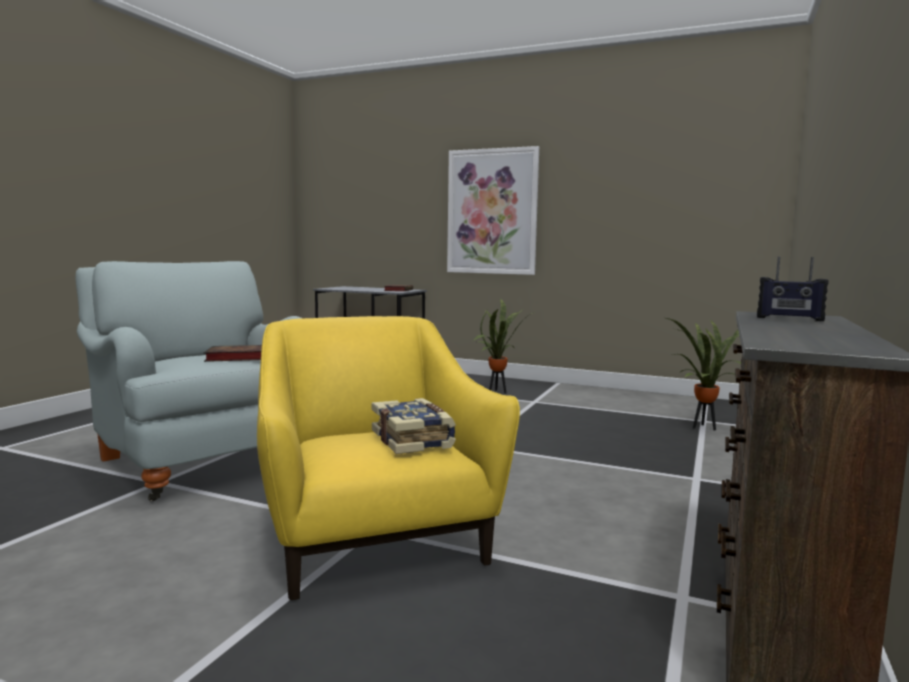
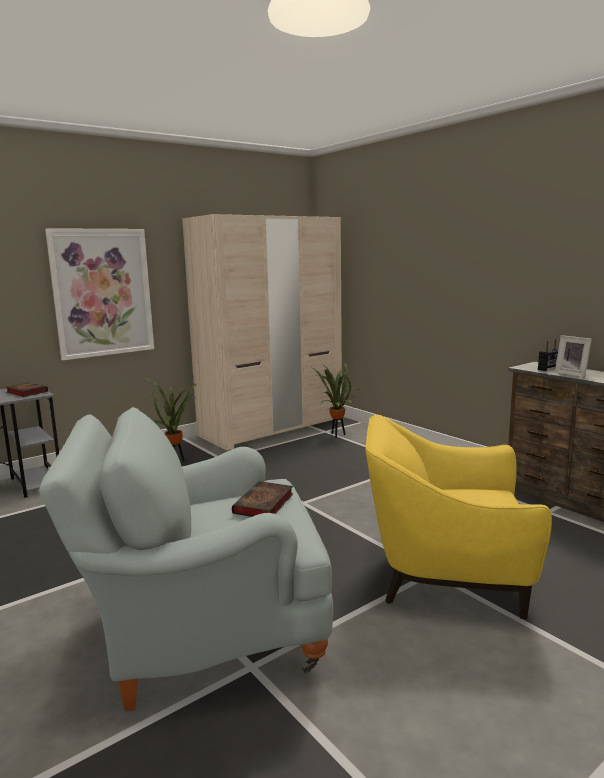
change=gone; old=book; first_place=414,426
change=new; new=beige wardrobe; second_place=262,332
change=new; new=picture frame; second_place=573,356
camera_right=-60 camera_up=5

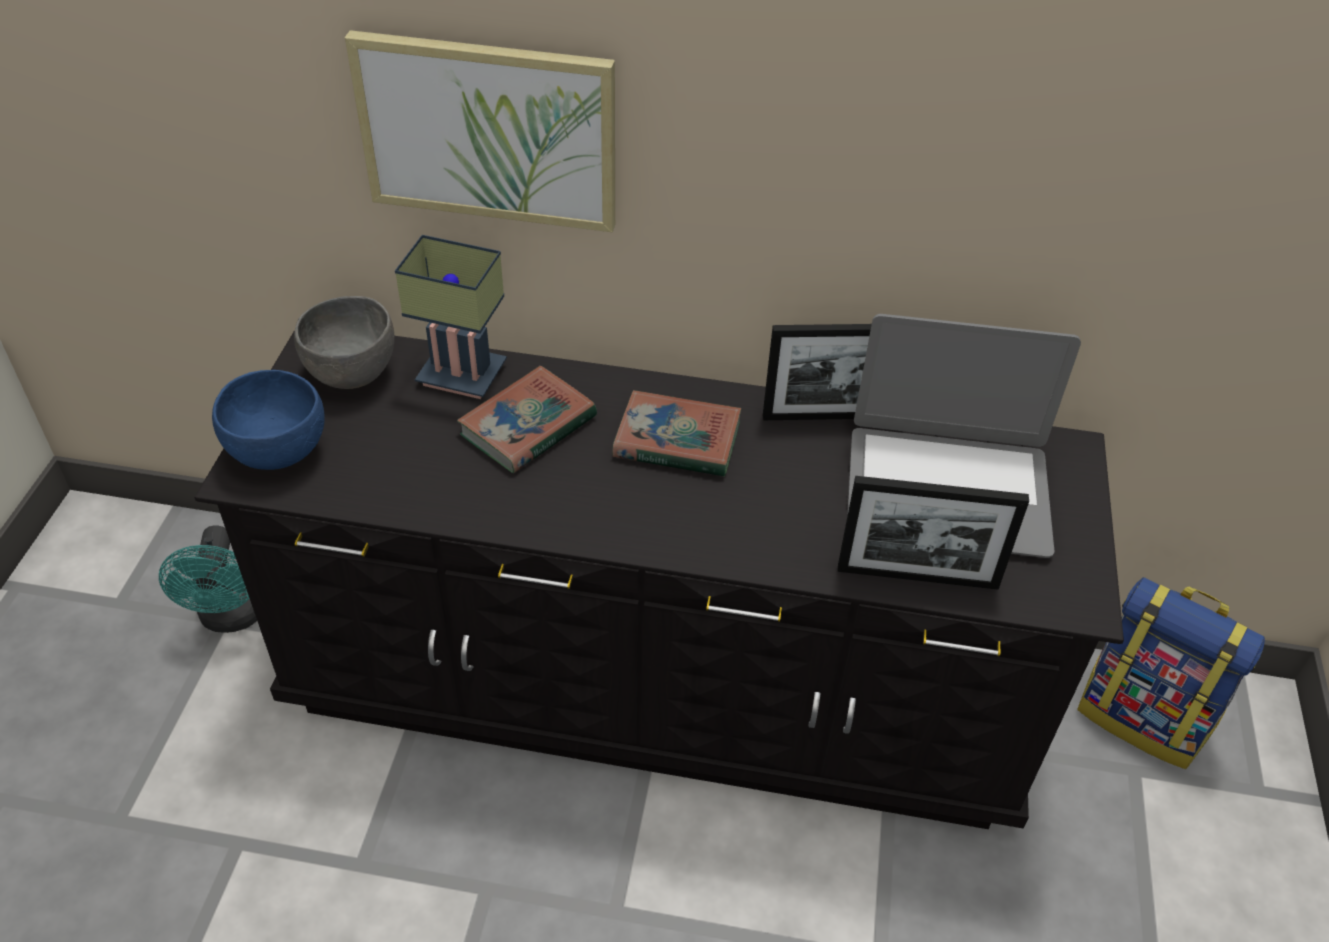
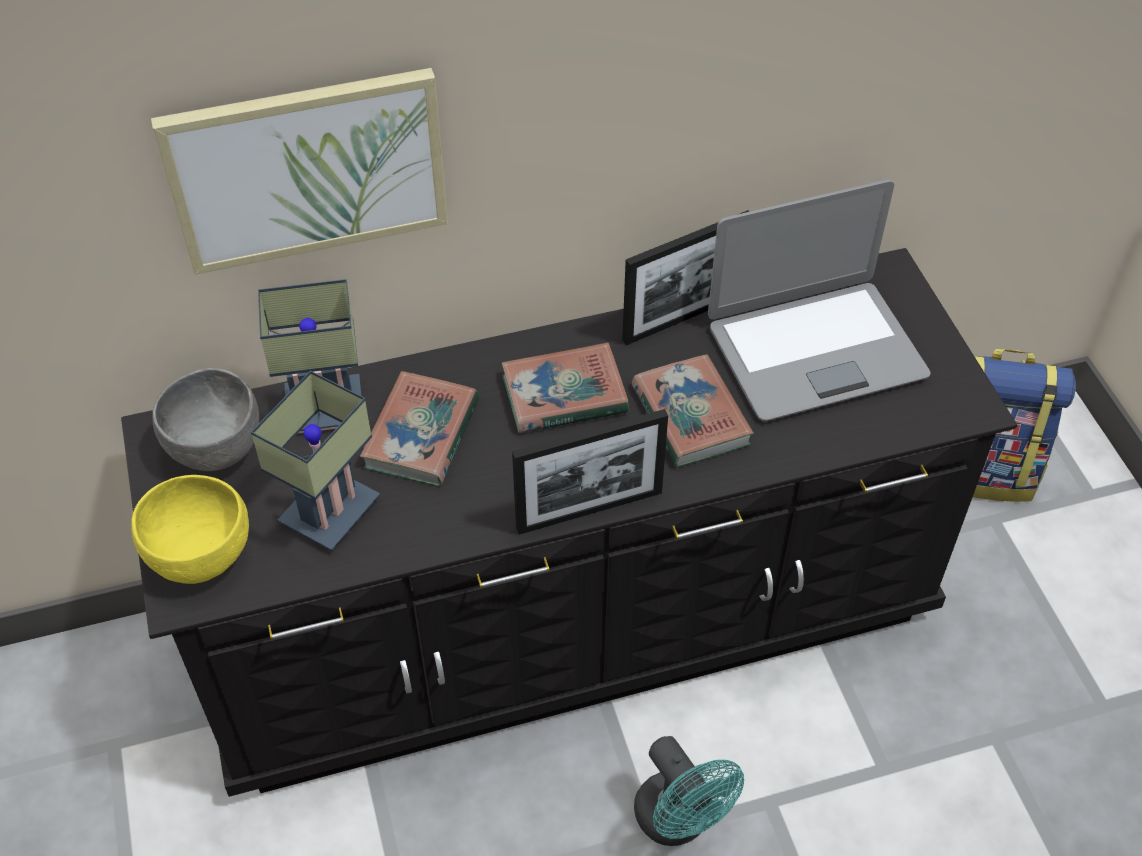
change=repainted; old=blue bowl; new=yellow bowl; first_place=268,420; second_place=190,529
change=shifted; old=picture frame; first_place=933,533; second_place=590,472
change=shifted; old=turquoise fan; first_place=208,579; second_place=689,791
change=new; new=book; second_place=693,410
change=new; new=table lamp; second_place=315,461
camera_right=-25 camera_up=5

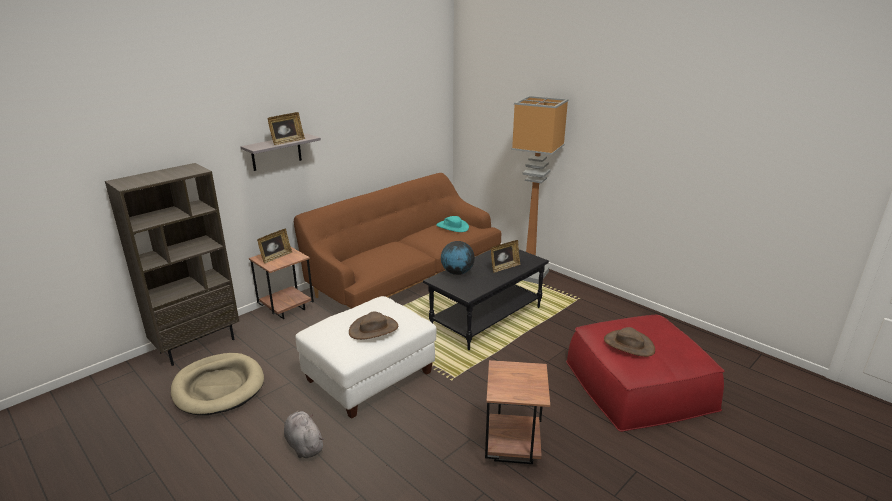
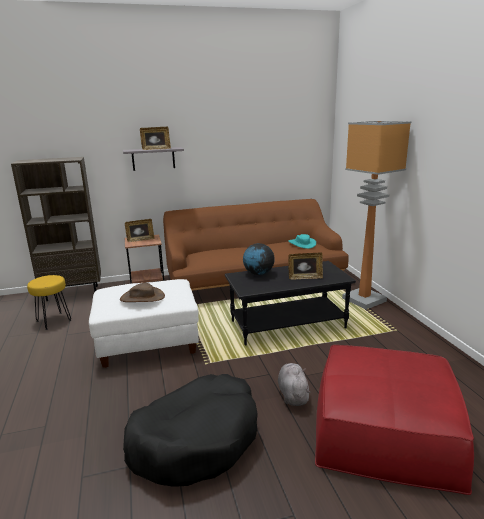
change=gone; old=brown hat; first_place=629,342
change=swapped; old=beige dog bed; new=yellow stool; first_place=217,384; second_place=49,302
change=swapped; old=brown side table; new=black dog bed; first_place=517,412; second_place=190,430
change=shifted; old=grey plush toy; first_place=304,434; second_place=294,384
camera_right=30 camera_up=-5

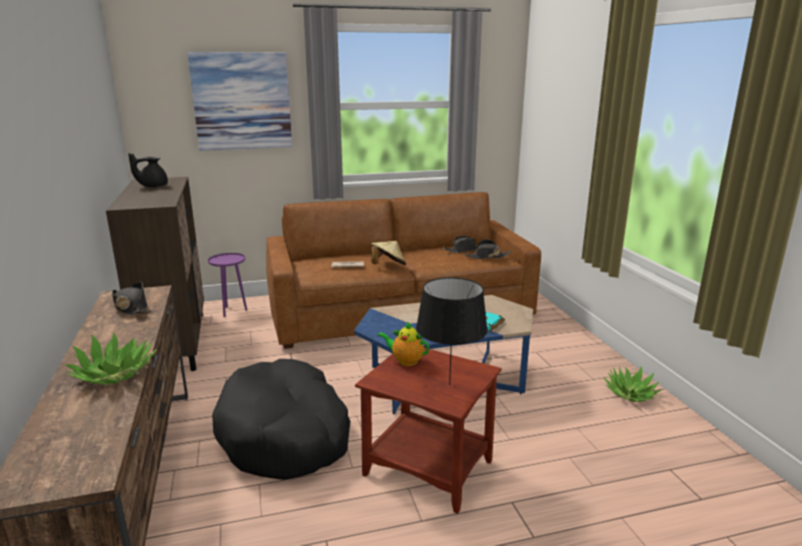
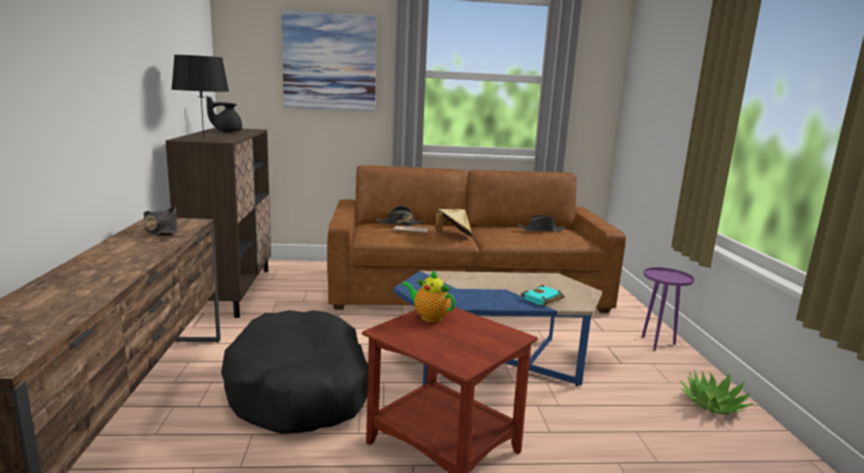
change=shifted; old=black hat; first_place=487,249; second_place=401,216
change=shifted; old=purple side table; first_place=227,285; second_place=668,309
change=shifted; old=black table lamp; first_place=452,331; second_place=200,97
change=gone; old=potted plant; first_place=111,359
camera_right=10 camera_up=-5

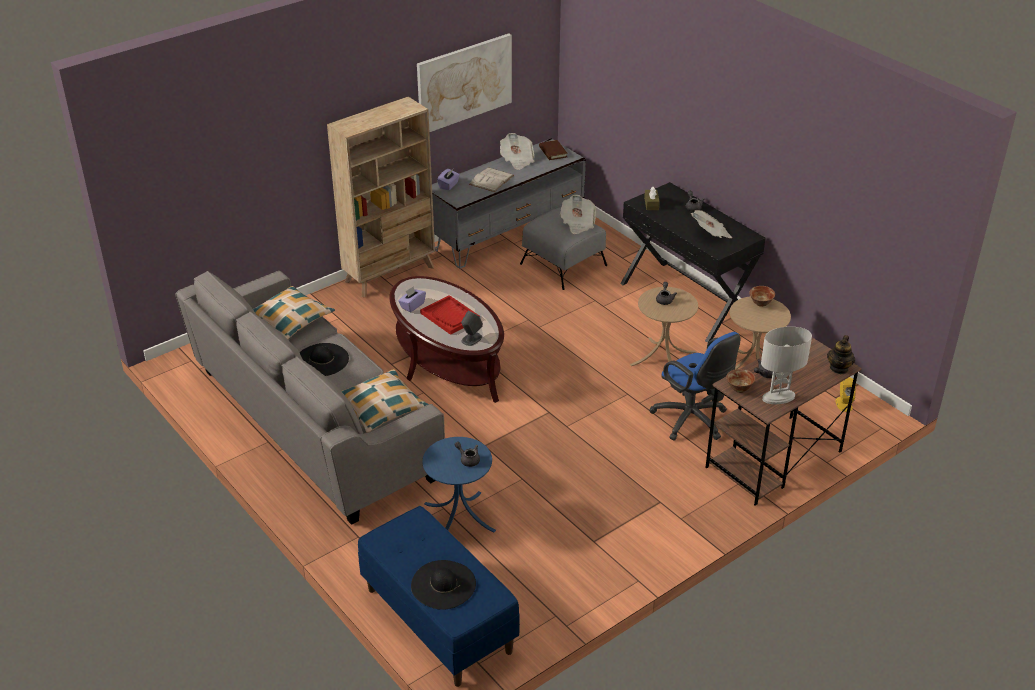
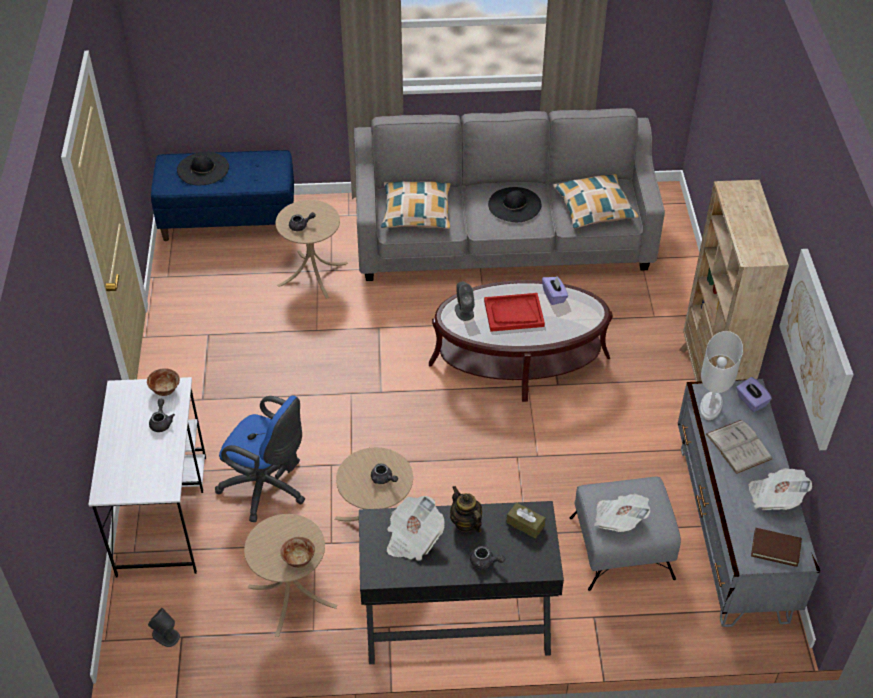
change=shifted; old=white table lamp; first_place=786,365; second_place=721,375
change=rotated; old=blue office chair; first_place=694,386; second_place=260,459; degrees=-150
change=shifted; old=teapot; first_place=841,354; second_place=466,509
change=repainted; old=brown desk; new=white desk; first_place=783,421; second_place=147,477
change=repainted; old=yellow speaker; new=grey speaker; first_place=846,394; second_place=164,627
change=repainted; old=blue side table; new=beige side table; first_place=459,484; second_place=312,249
camera_right=125 camera_up=10

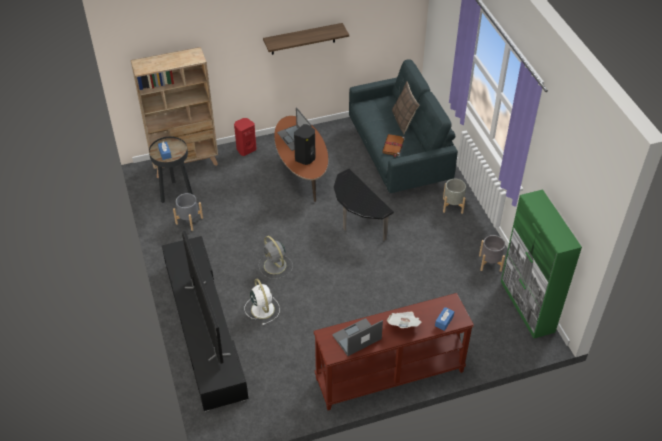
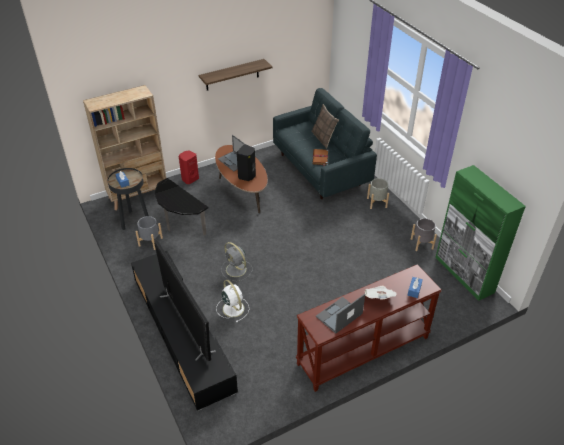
change=shifted; old=side table; first_place=364,205; second_place=181,206
camera_right=-10 camera_up=-5

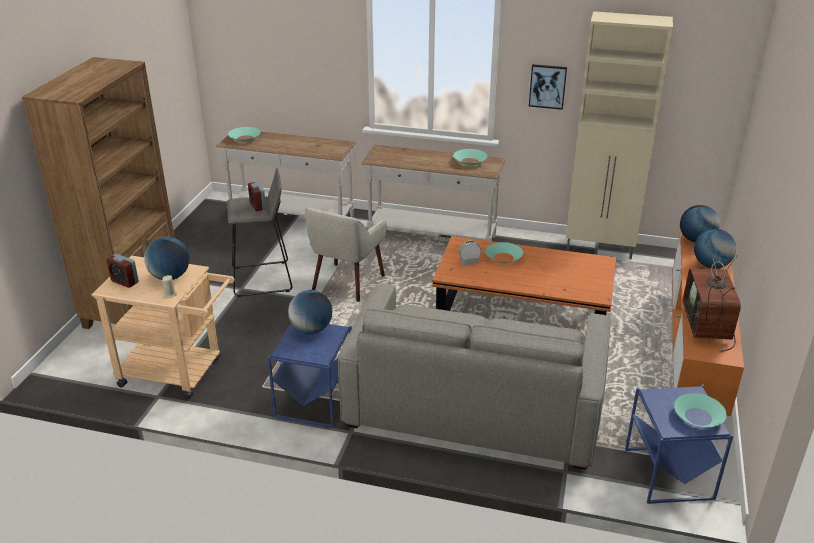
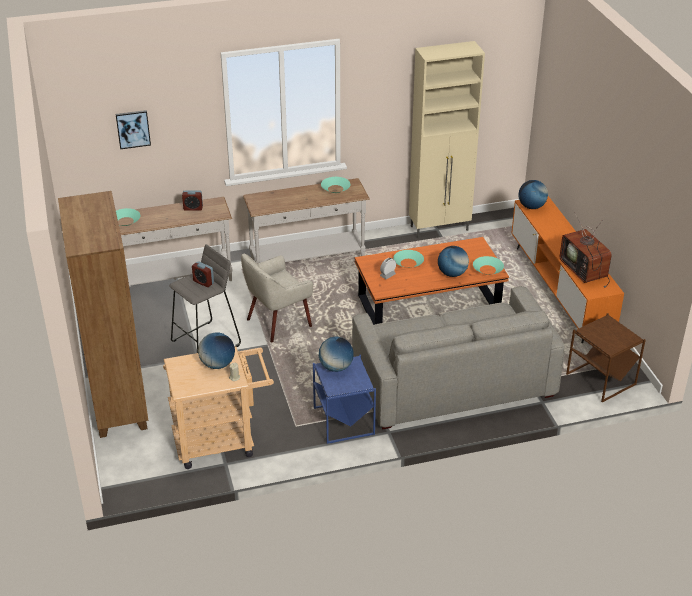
change=shifted; old=picture; first_place=548,87; second_place=133,129
change=rotated; old=beige armchair; first_place=346,255; second_place=277,298; degrees=60
change=shifted; old=globe; first_place=715,249; second_place=453,261
change=shifted; old=alarm clock; first_place=123,271; second_place=192,201
change=repainted; old=blue side table; new=brown side table; first_place=679,444; second_place=606,358
change=shifted; old=turquoise bowl; first_place=700,410; second_place=488,265
camera_right=-30 camera_up=5

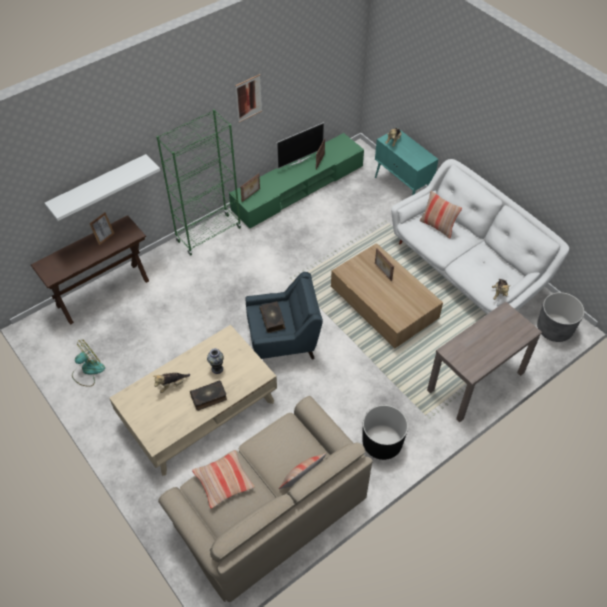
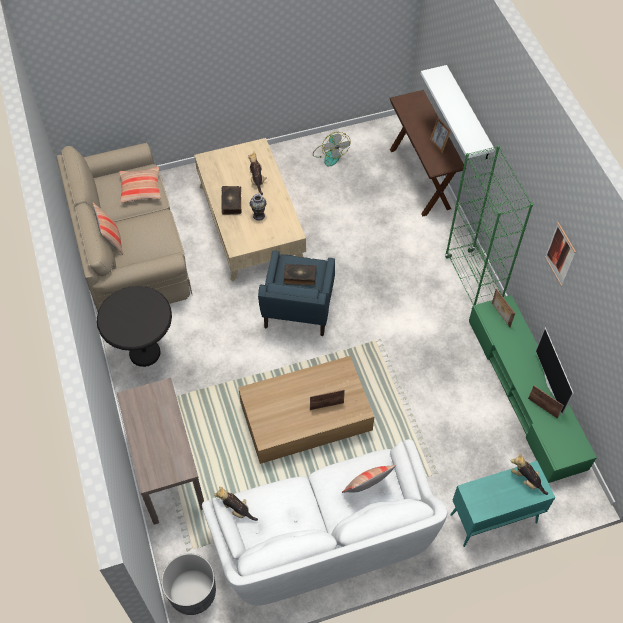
change=swapped; old=black planter; new=black side table; first_place=385,432; second_place=134,326
camera_right=110 camera_up=5

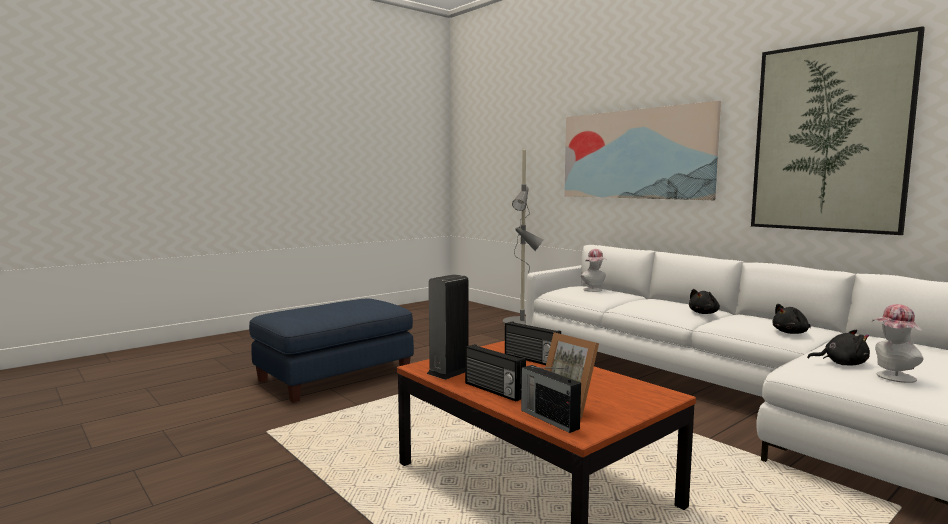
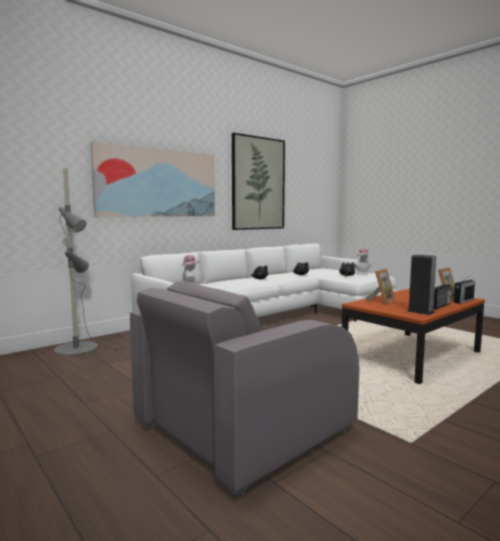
change=swapped; old=blue ottoman; new=grey armchair; first_place=331,351; second_place=244,388
change=swapped; old=radio; new=picture frame; first_place=533,343; second_place=380,286
camera_right=-90 camera_up=0

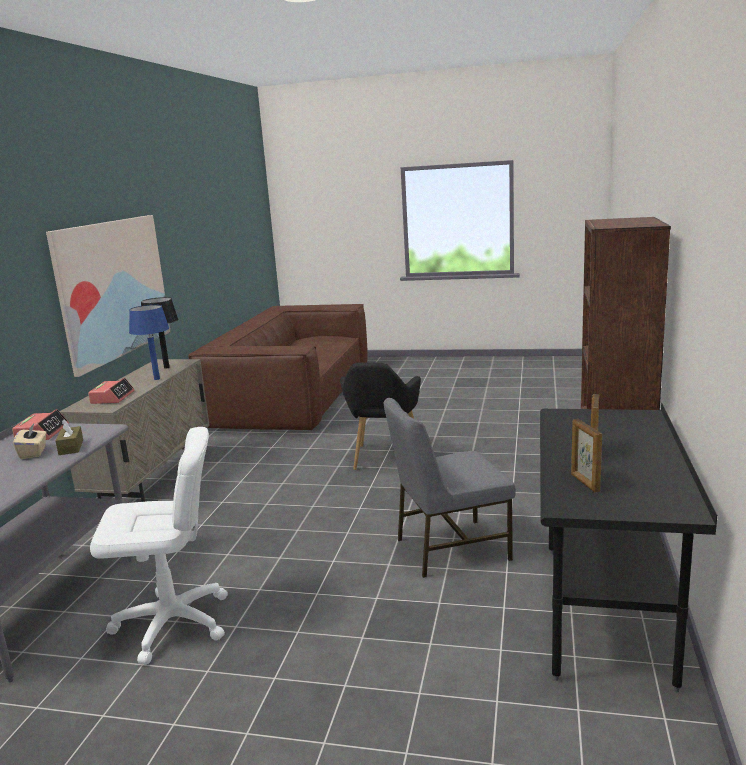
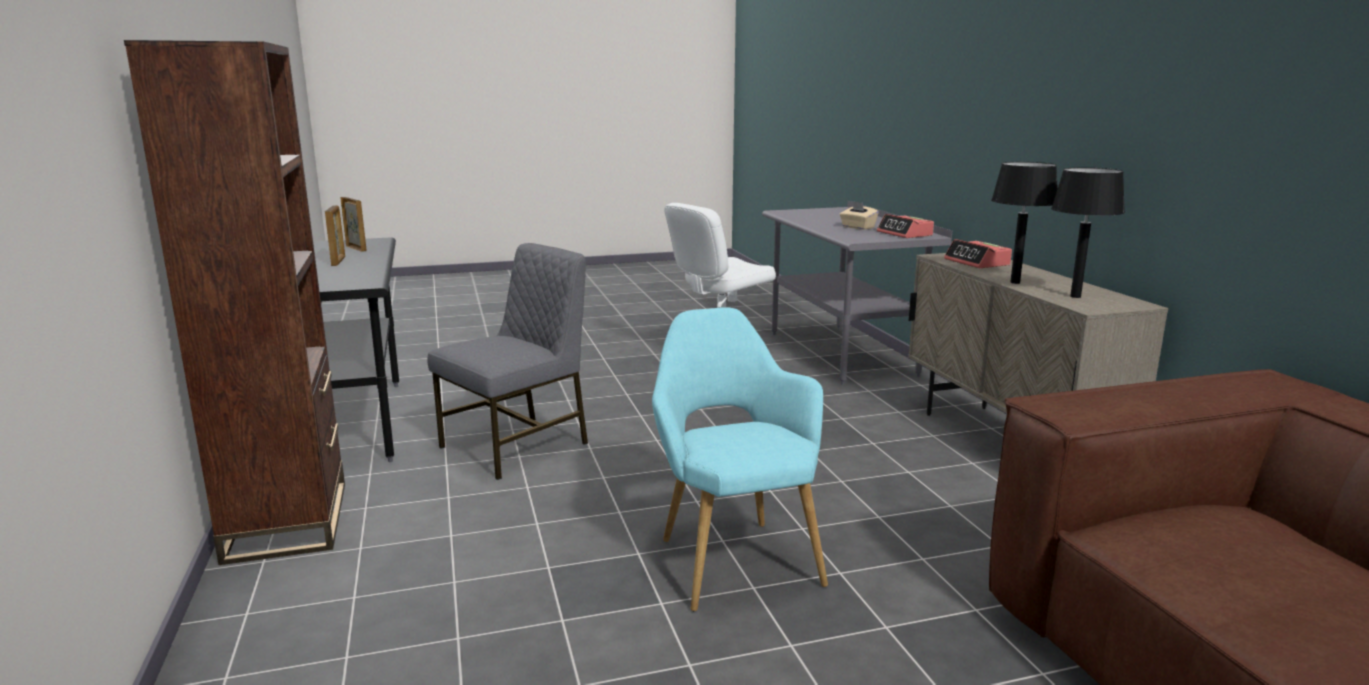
change=gone; old=picture; first_place=108,296
change=repainted; old=blue table lamp; new=black table lamp; first_place=149,342; second_place=1024,223
change=repainted; old=black armchair; new=turquoise armchair; first_place=380,416; second_place=740,459
change=gone; old=brown tissue box; first_place=69,437
camera_right=150 camera_up=0

